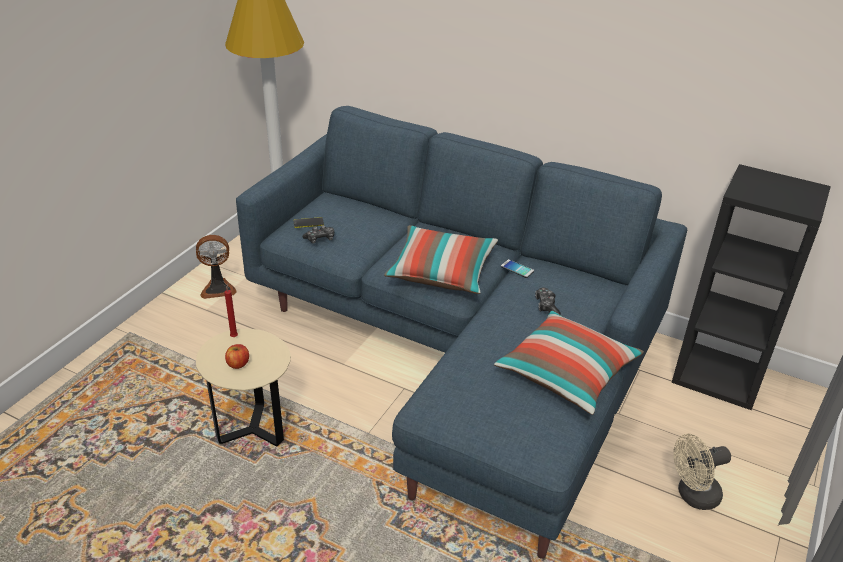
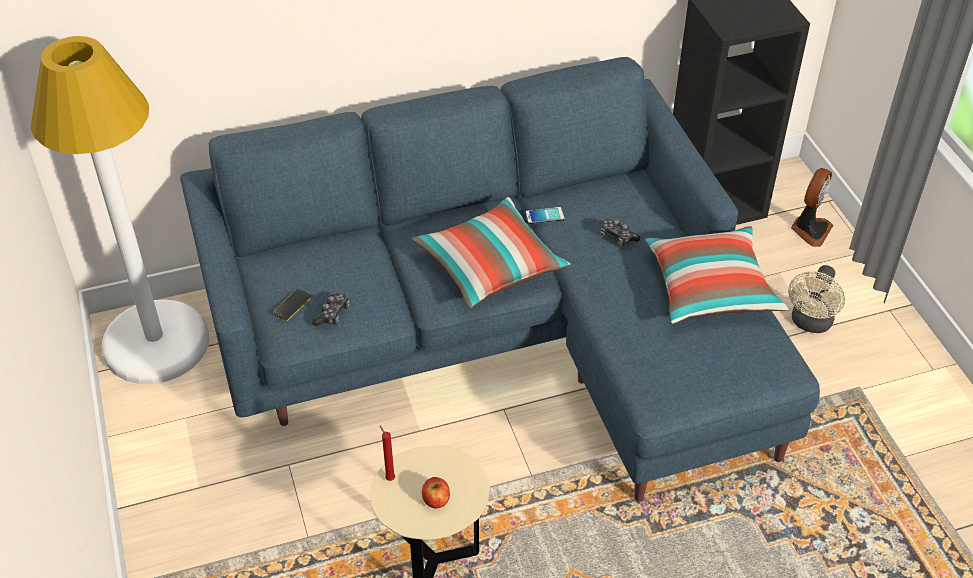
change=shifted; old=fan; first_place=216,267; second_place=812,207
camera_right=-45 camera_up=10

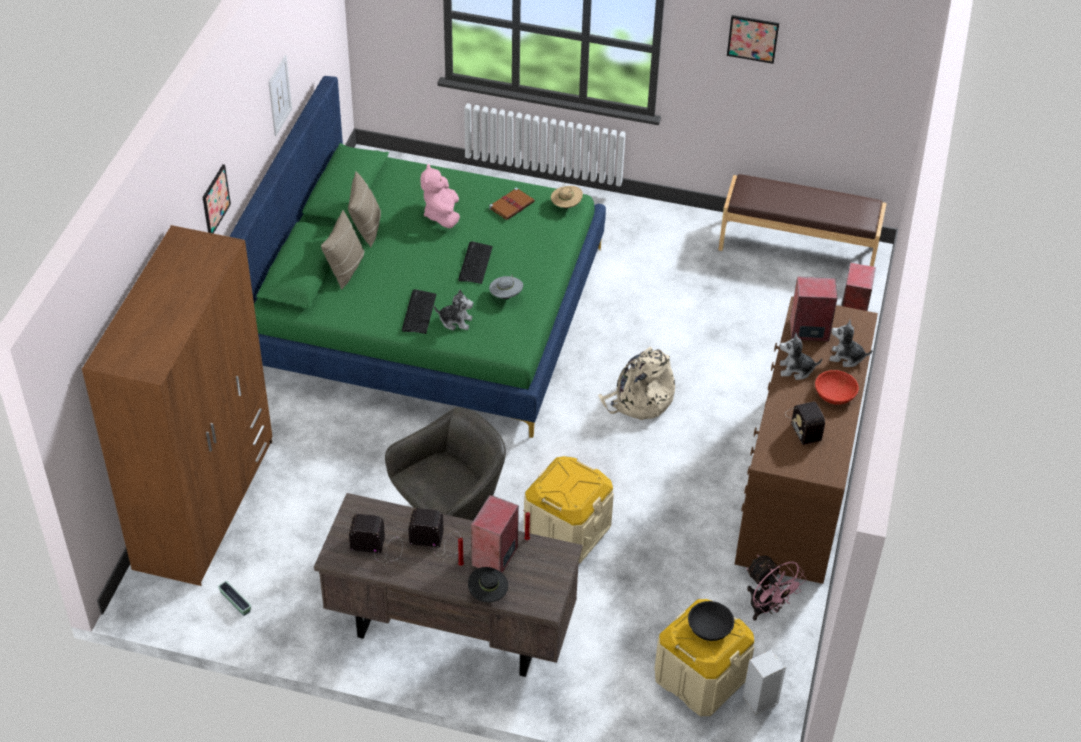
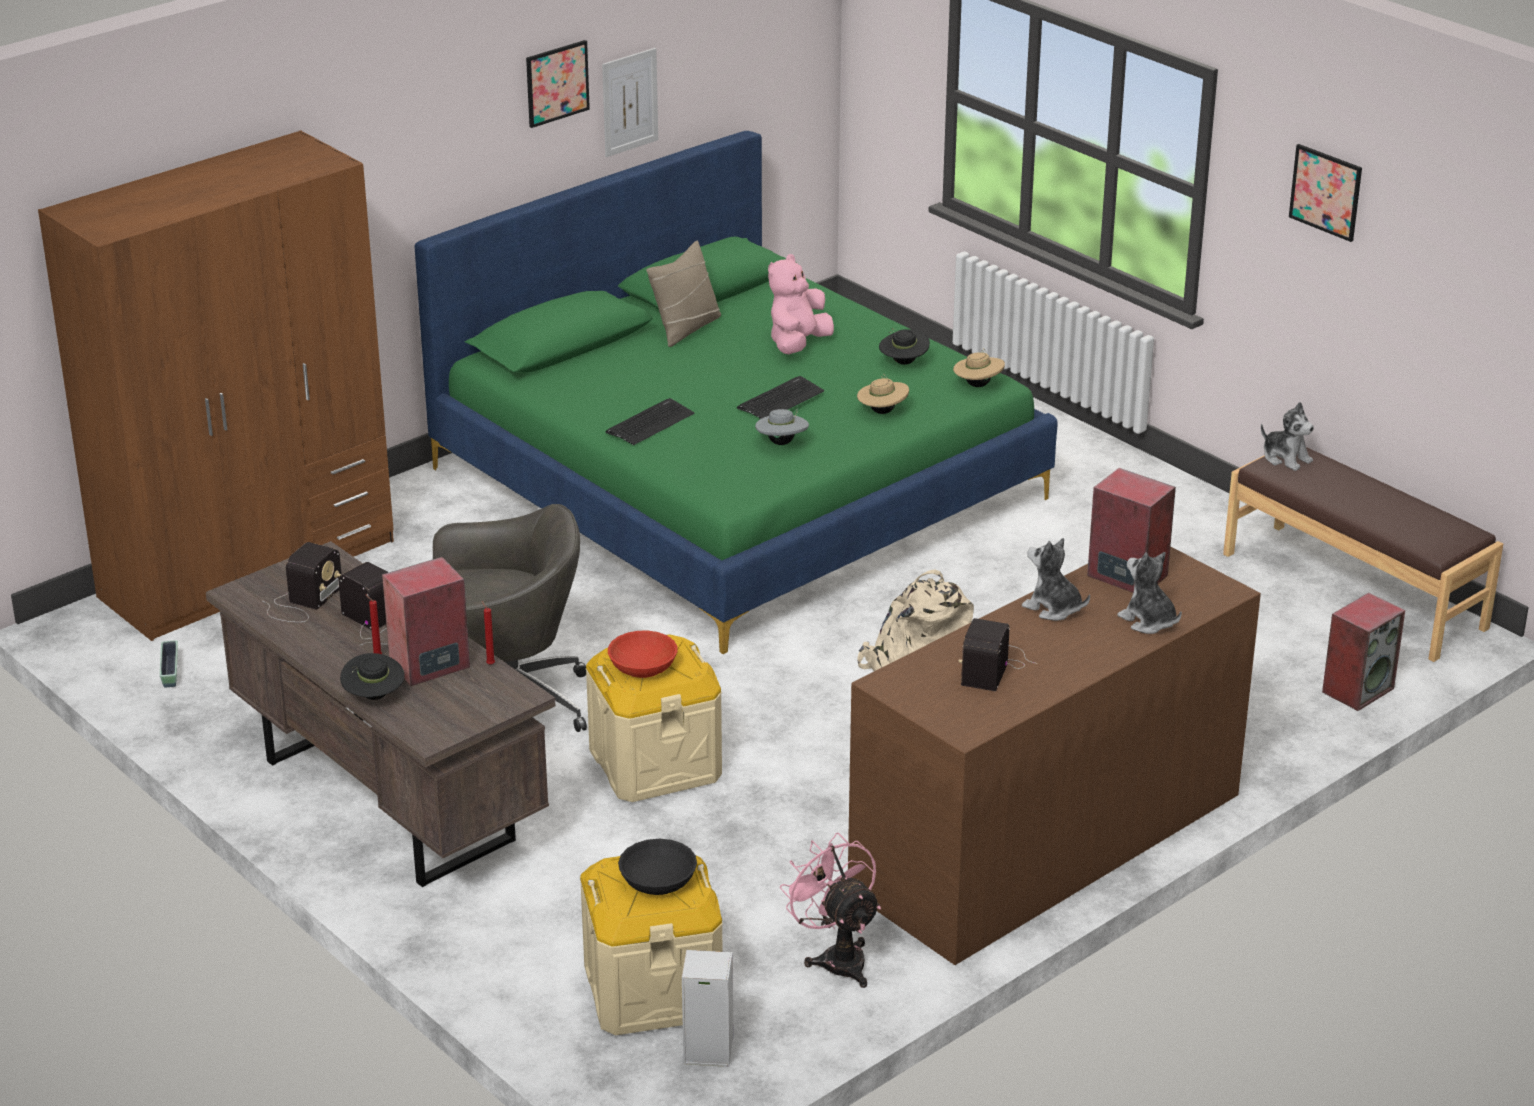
change=shifted; old=picture; first_place=216,199; second_place=558,84
change=swapped; old=brown book; new=black hat; first_place=512,203; second_place=904,346
change=gone; old=beige pillow; first_place=343,250
change=shifted; old=plush toy; first_place=453,310; second_place=1287,436
change=shifted; old=red bowl; first_place=837,387; second_place=642,654
change=rotated; old=radio; first_place=376,540; second_place=302,582; degrees=75
change=rotated; old=pink fan; first_place=776,588; second_place=830,910; degrees=150
change=new; new=beige hat; second_place=883,394
camera_right=35 camera_up=-15

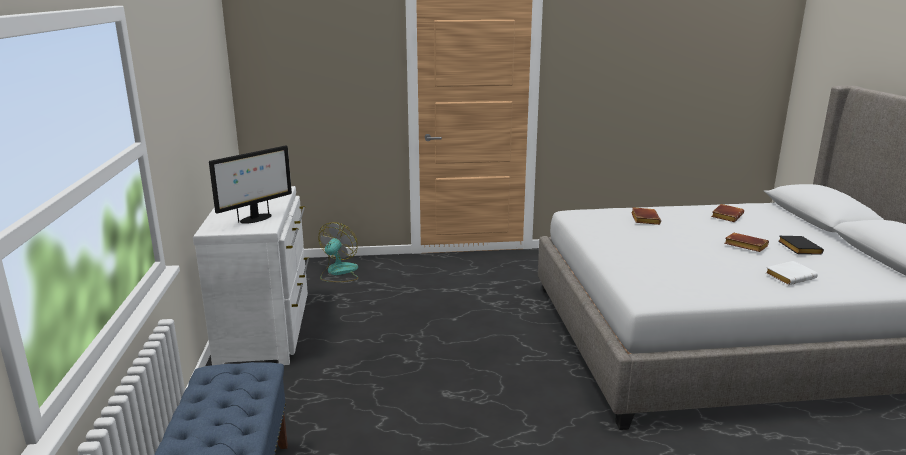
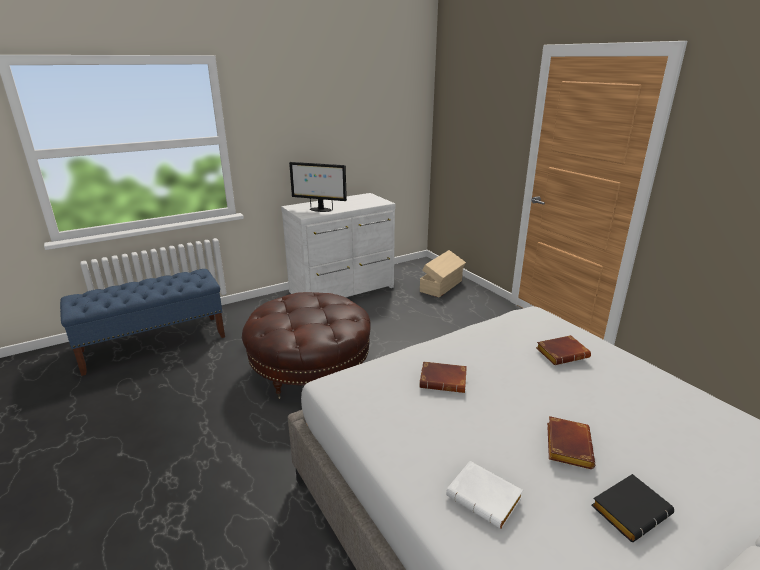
change=shifted; old=brown book; first_place=727,213; second_place=443,377
change=swapped; old=fan; new=beige storage box; first_place=338,252; second_place=443,273
change=new; new=brown ottoman; second_place=306,345
camera_right=65 camera_up=5

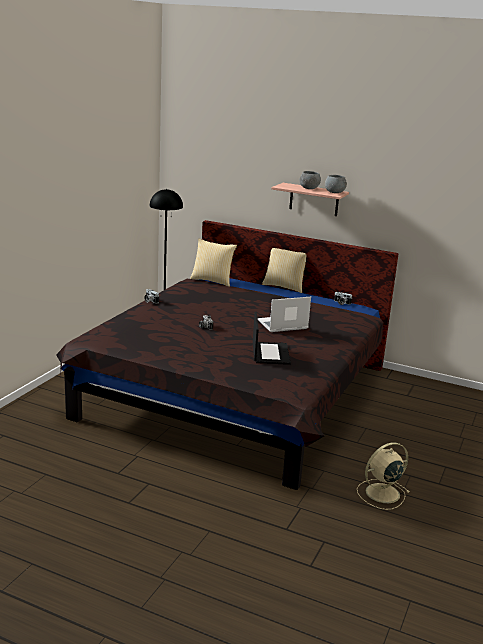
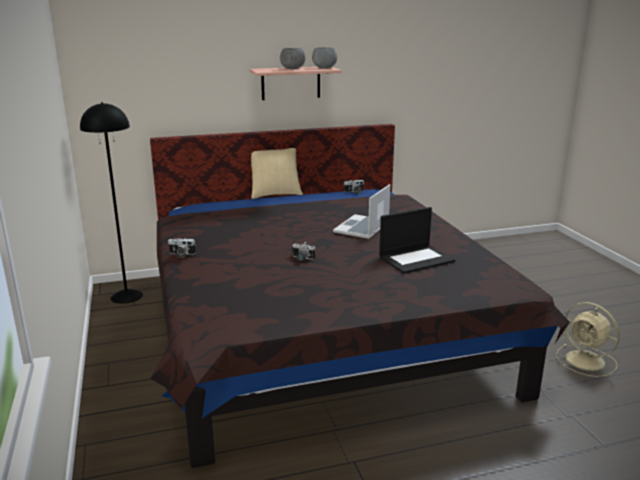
change=gone; old=pillow; first_place=213,262
change=rotated; old=laptop; first_place=272,338; second_place=417,240; degrees=105
change=rotated; old=beige fan; first_place=383,476; second_place=588,339; degrees=-60
camera_right=-40 camera_up=0

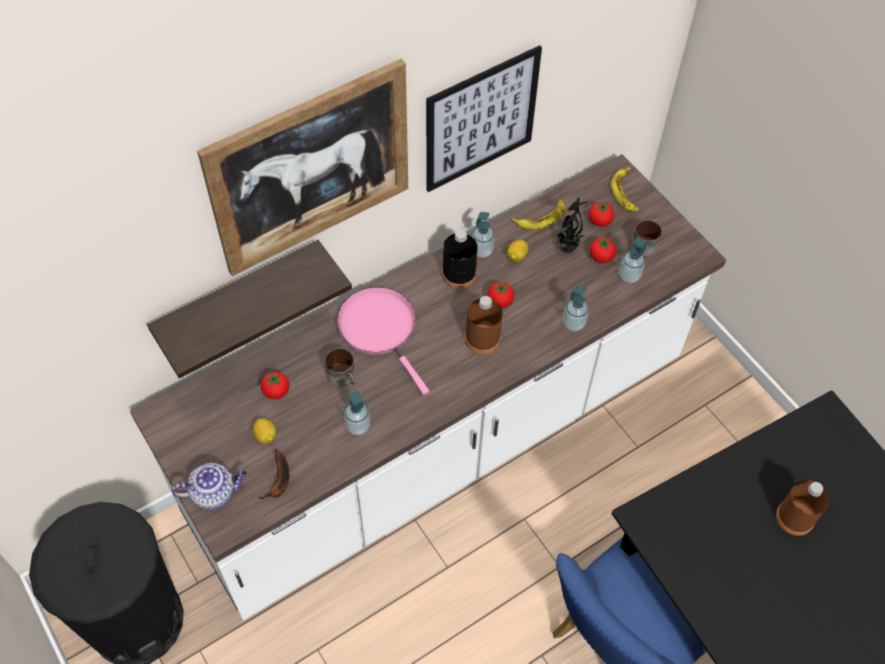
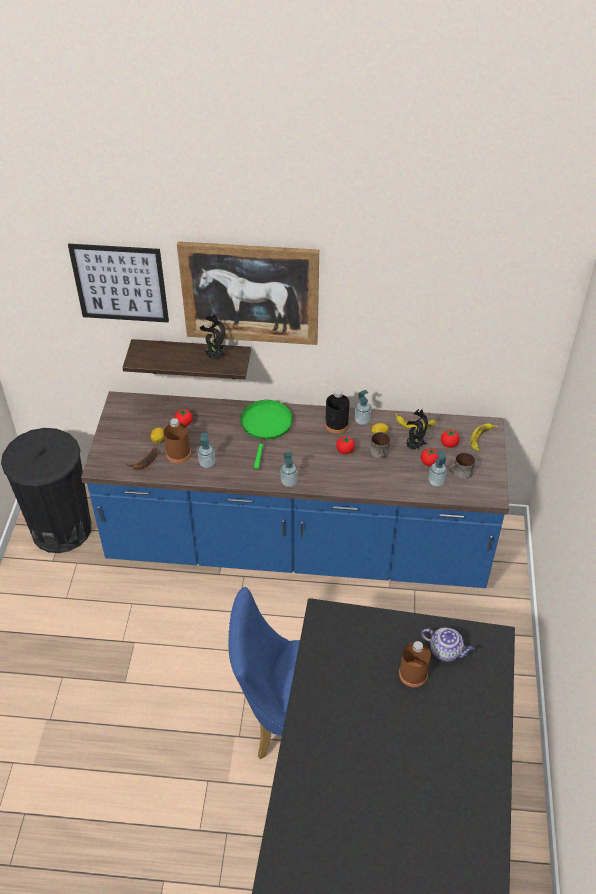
change=shifted; old=picture; first_place=484,118; second_place=118,283
change=repainted; old=white counter; new=blue counter; first_place=428,387; second_place=295,489
change=shifted; old=soap dispenser; first_place=576,308; second_place=289,469
change=repainted; old=pink frying pan; new=green frying pan; first_place=383,341; second_place=266,434
change=shifted; old=brown bottle; first_place=484,325; second_place=177,440
change=shifted; old=mug; first_place=340,367; second_place=380,445
change=shifted; old=teapot; first_place=209,486; second_place=448,645
change=new; new=potted plant; second_place=213,336
camera_right=40 camera_up=-10

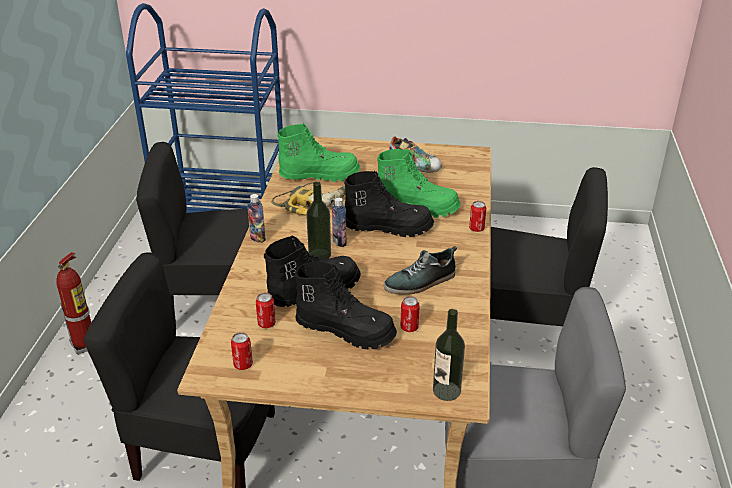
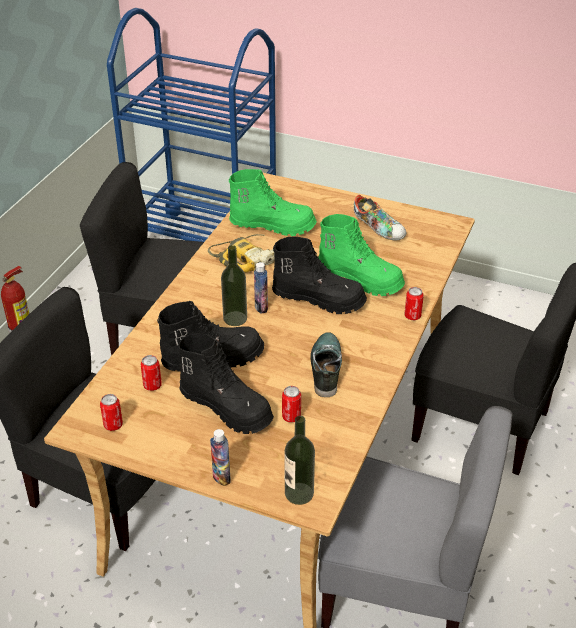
change=shifted; old=bottle; first_place=256,218; second_place=220,457
change=rotated; old=shoe; first_place=420,270; second_place=326,364; degrees=105
camera_right=15 camera_up=5

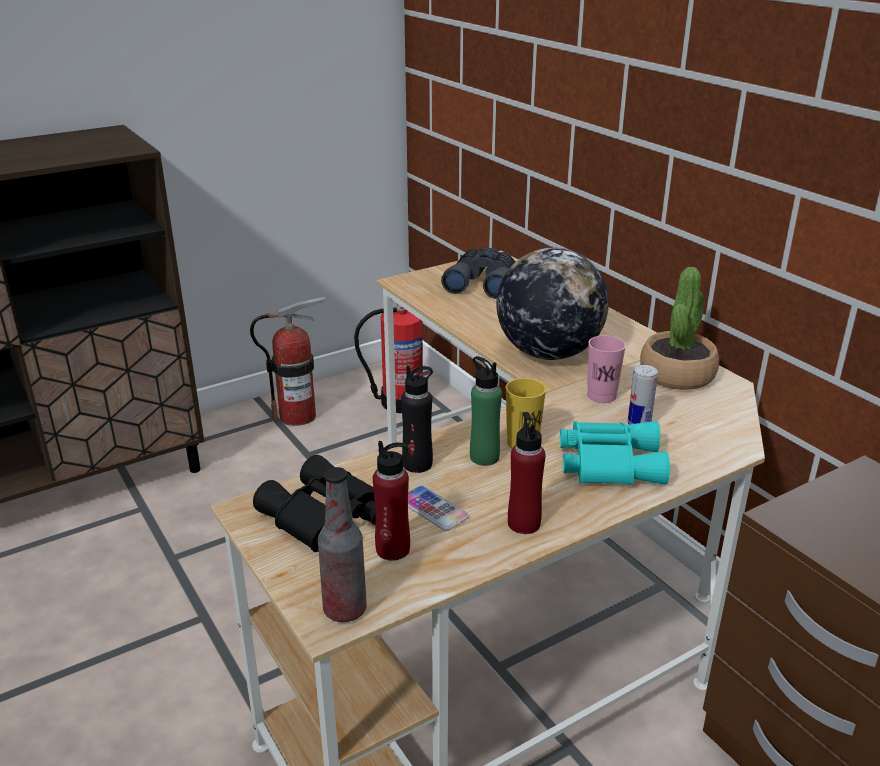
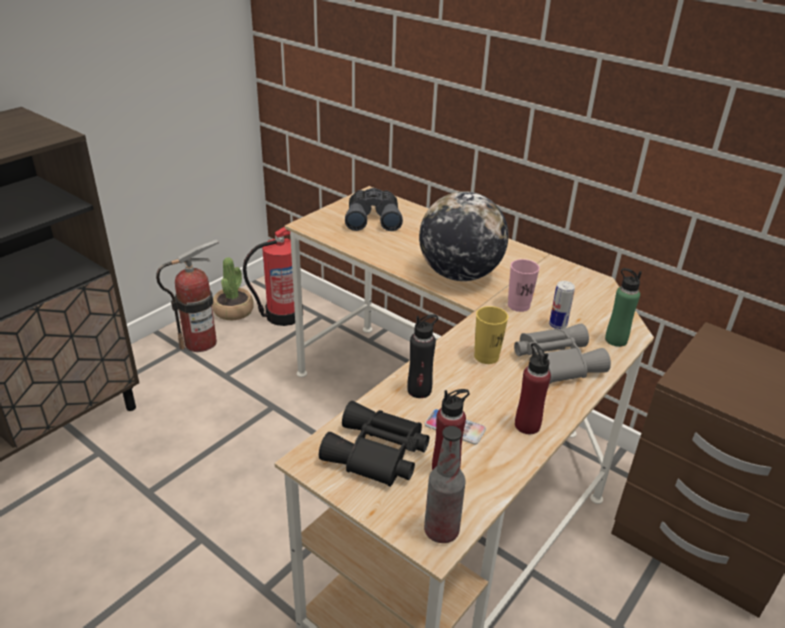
change=shifted; old=potted plant; first_place=679,328; second_place=233,288
change=shifted; old=green bottle; first_place=486,411; second_place=623,307
change=repainted; old=turquoise binoculars; new=grey binoculars; first_place=615,453; second_place=562,354
camera_right=-20 camera_up=5

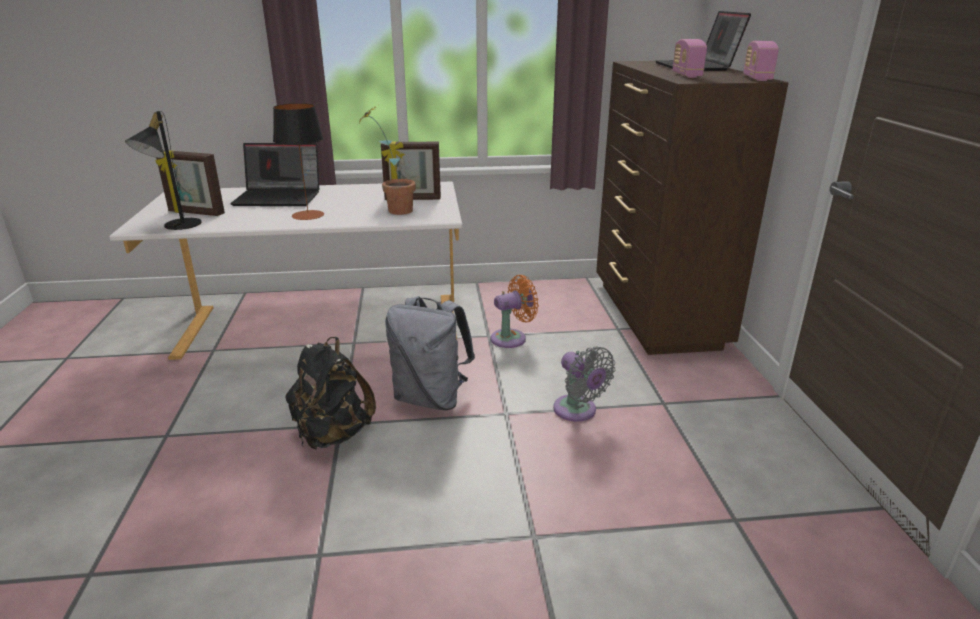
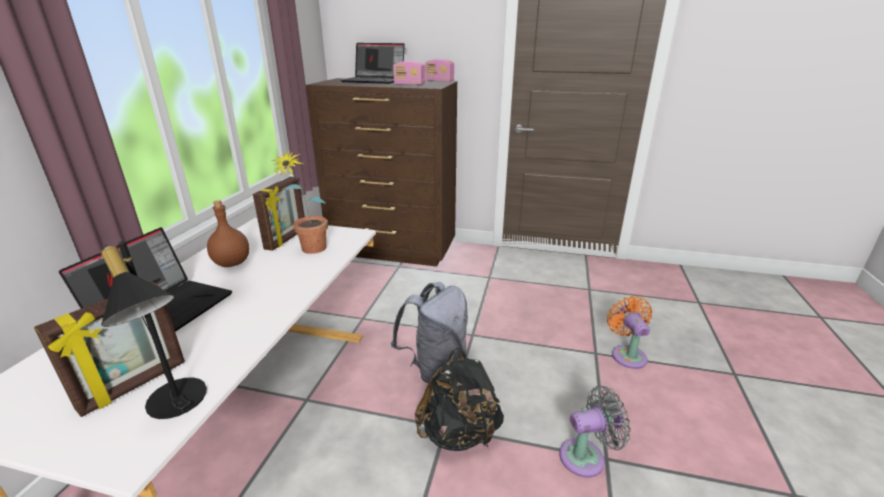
change=gone; old=table lamp; first_place=298,161
change=shifted; old=orange fan; first_place=515,311; second_place=629,332
change=shifted; old=grey fan; first_place=584,384; second_place=595,432
change=new; new=brown bottle; second_place=228,233
camera_right=-70 camera_up=0

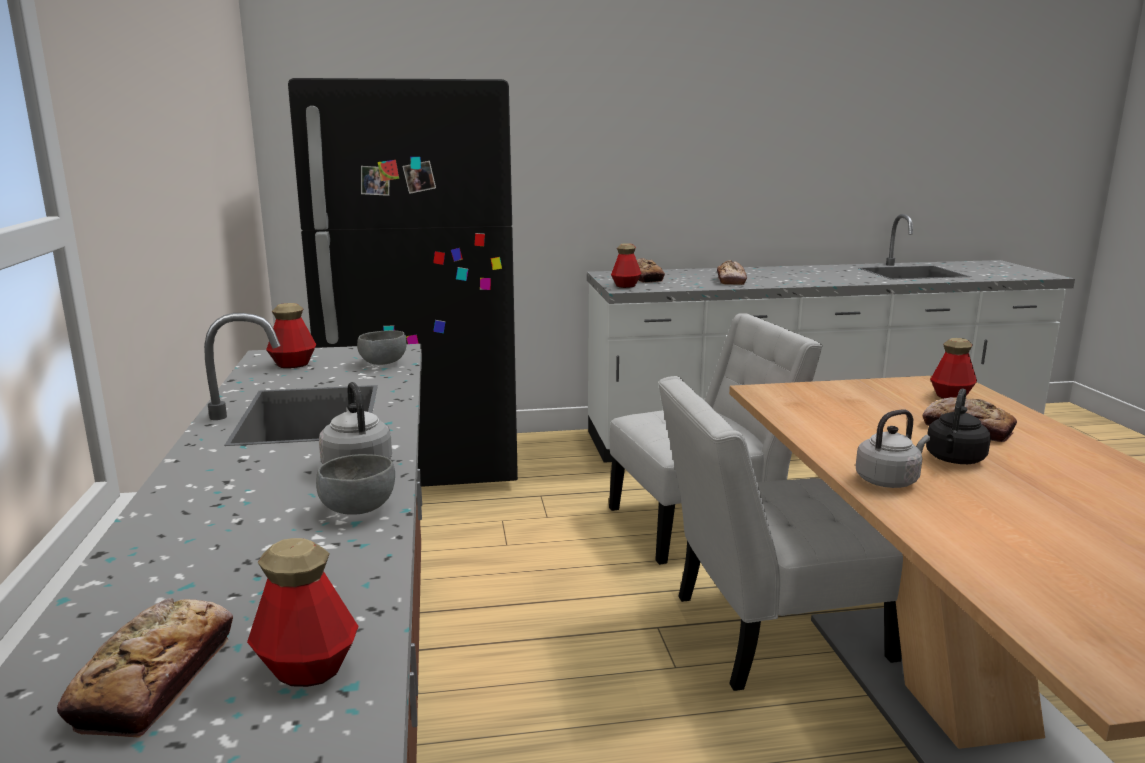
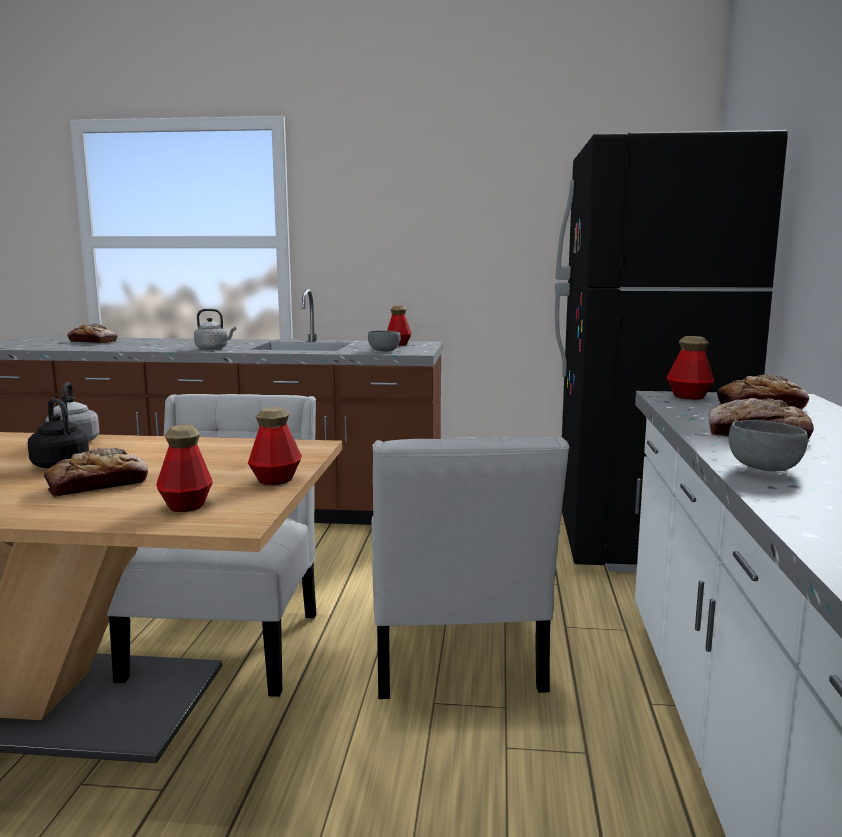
change=shifted; old=grey bowl; first_place=355,484; second_place=768,445
change=shifted; old=bottle; first_place=303,612; second_place=275,446
camera_right=105 camera_up=-5

